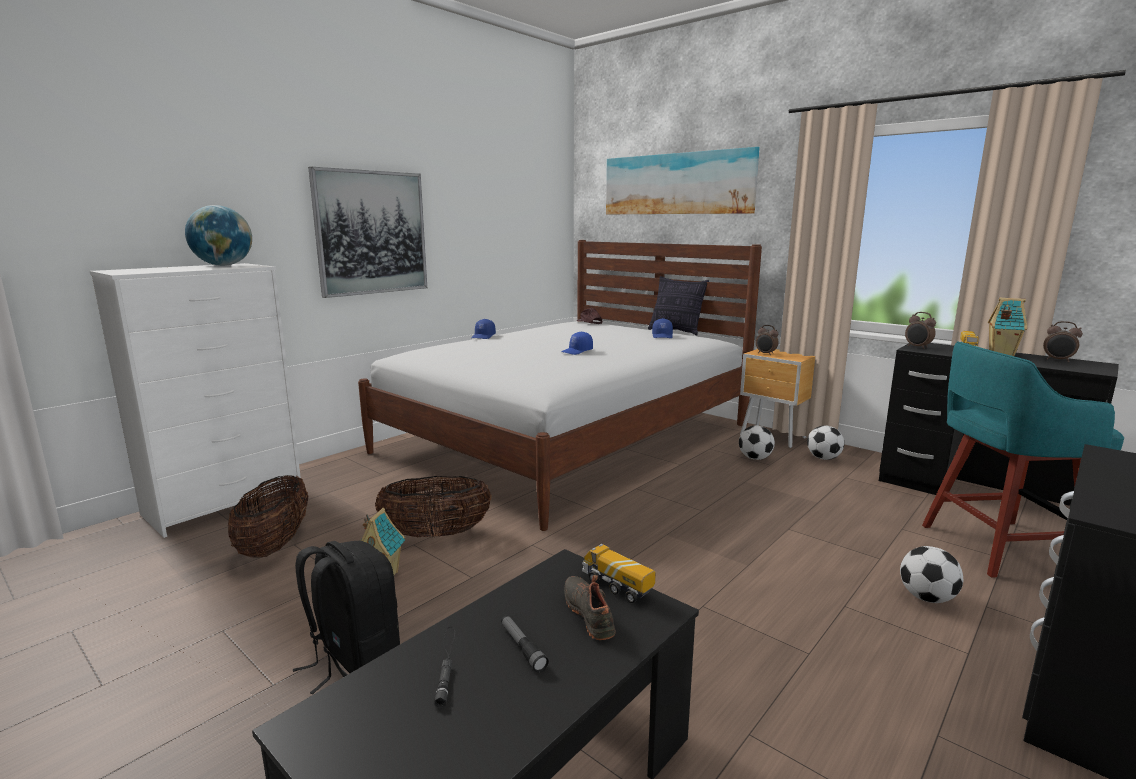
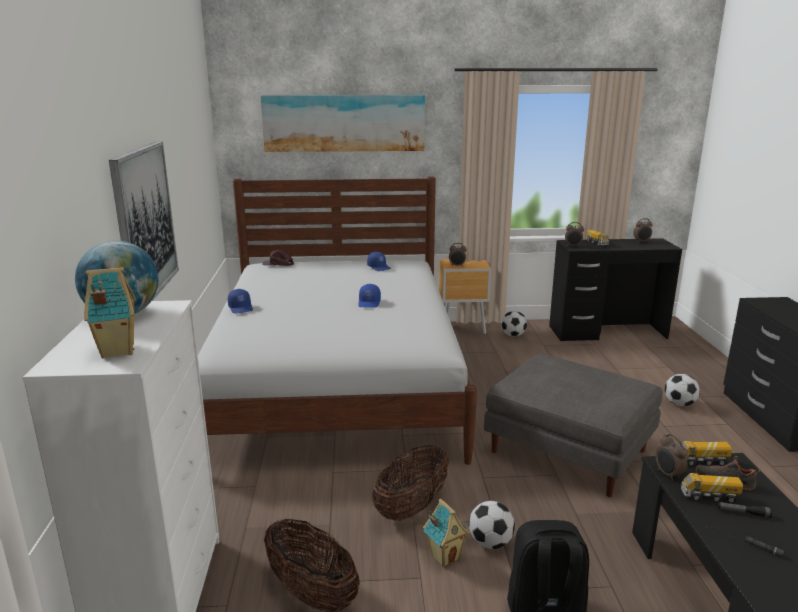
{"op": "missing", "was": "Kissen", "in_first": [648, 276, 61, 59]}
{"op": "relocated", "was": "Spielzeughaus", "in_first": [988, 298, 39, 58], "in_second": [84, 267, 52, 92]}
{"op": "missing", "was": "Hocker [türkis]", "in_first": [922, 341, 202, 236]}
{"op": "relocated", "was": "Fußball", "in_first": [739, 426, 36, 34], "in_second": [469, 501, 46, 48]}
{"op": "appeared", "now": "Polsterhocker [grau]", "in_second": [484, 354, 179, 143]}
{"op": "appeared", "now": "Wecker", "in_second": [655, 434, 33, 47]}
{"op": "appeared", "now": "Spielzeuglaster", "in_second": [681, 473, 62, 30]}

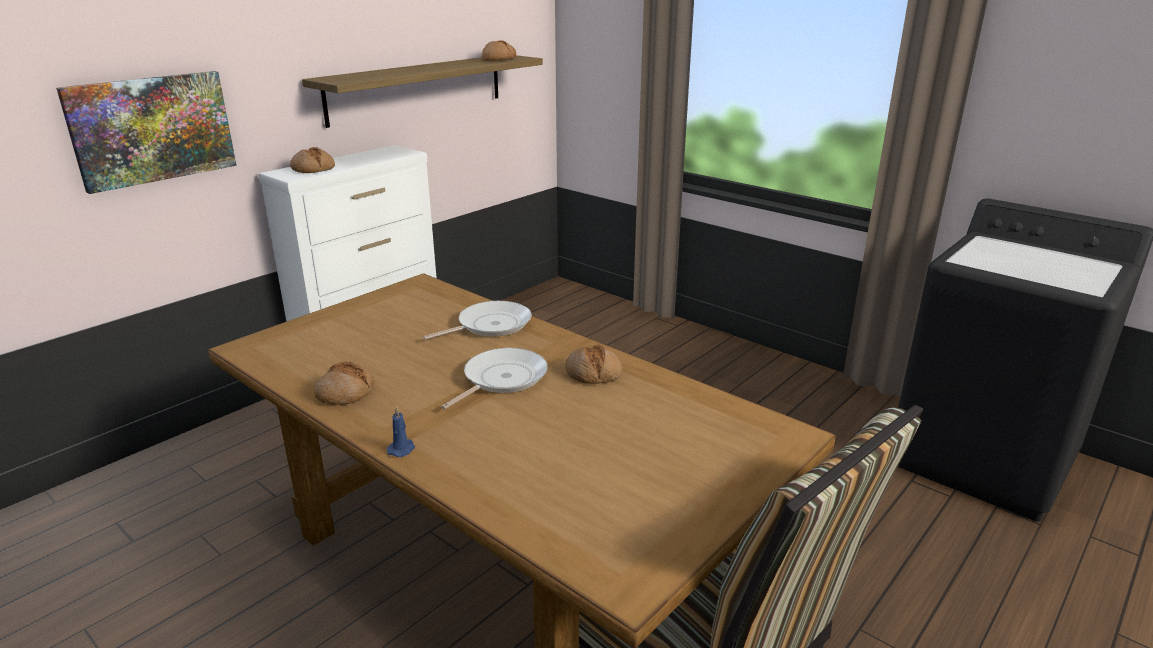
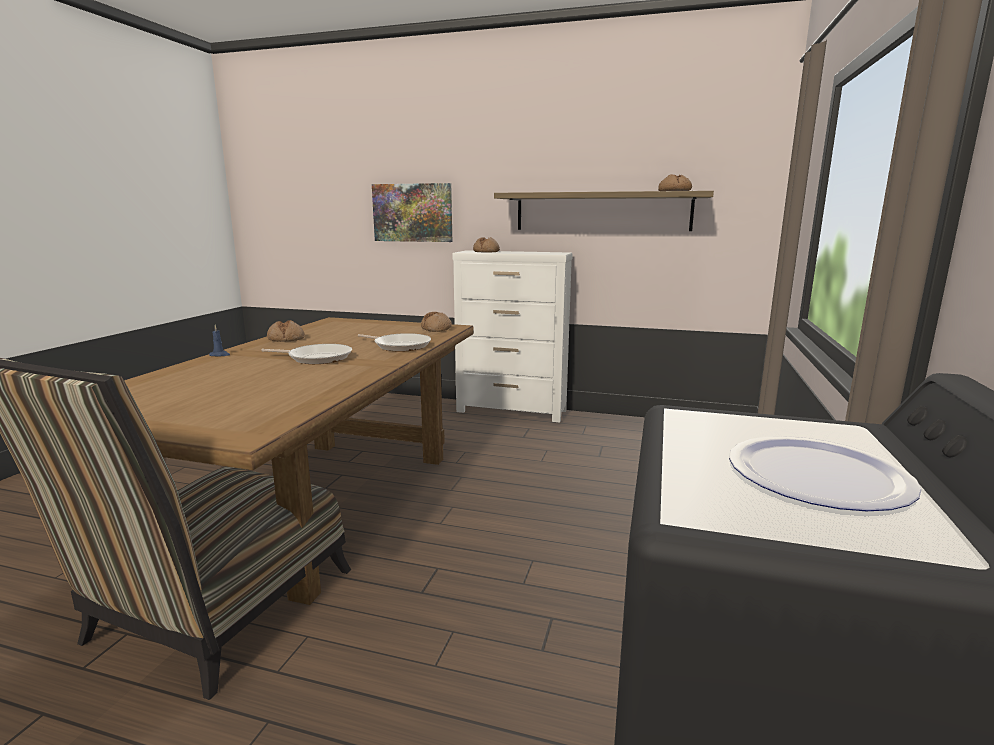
{"op": "relocated", "was": "Brot", "in_first": [565, 344, 57, 40], "in_second": [421, 312, 31, 20]}
{"op": "appeared", "now": "Teller", "in_second": [729, 436, 193, 75]}

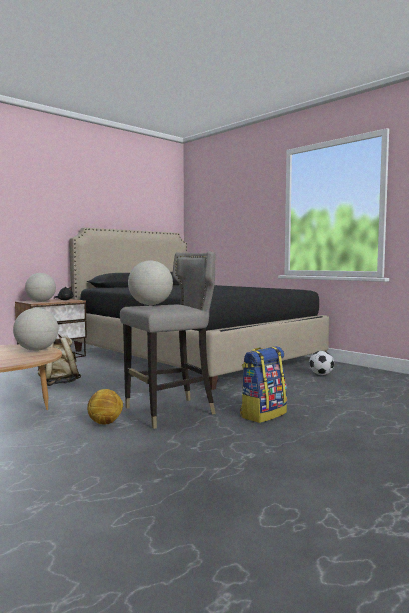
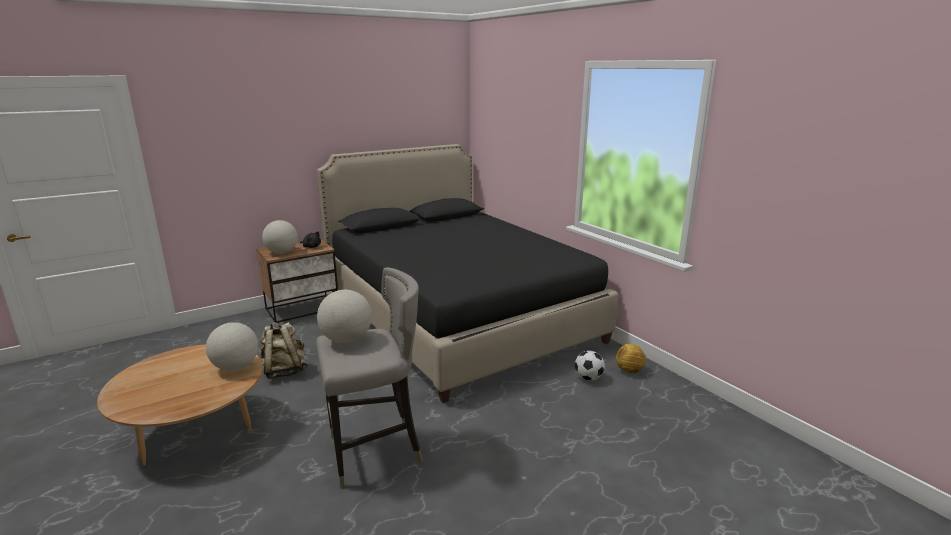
{"op": "missing", "was": "Rucksack", "in_first": [240, 346, 47, 77]}
{"op": "relocated", "was": "Fußball", "in_first": [87, 389, 37, 36], "in_second": [616, 344, 31, 29]}

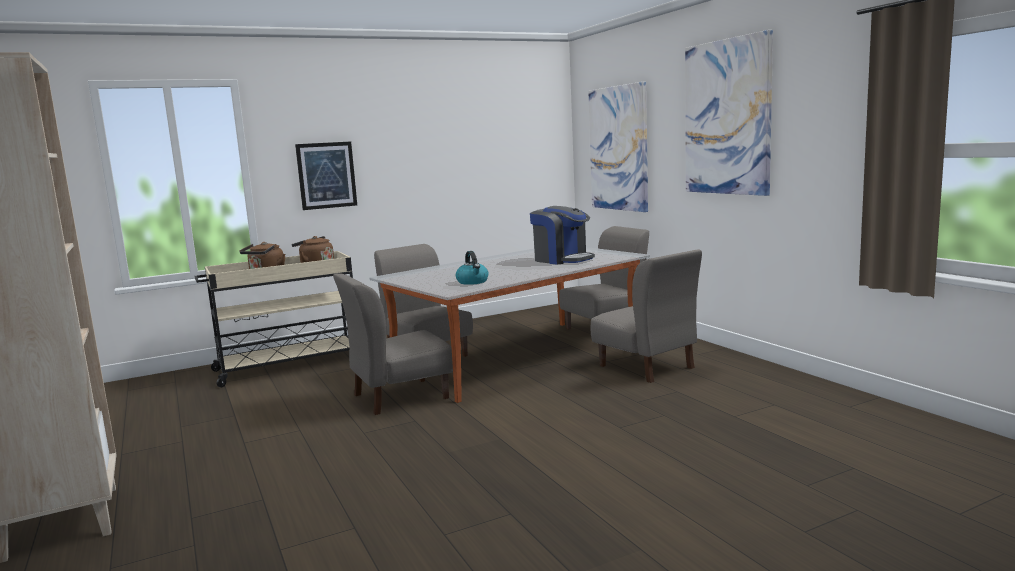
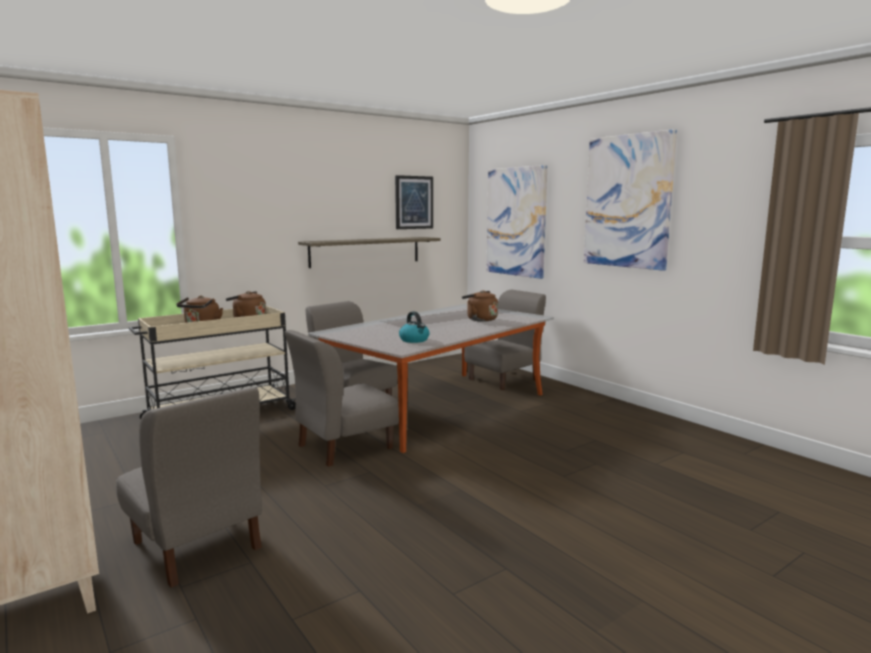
{"op": "relocated", "was": "Bild", "in_first": [295, 142, 62, 68], "in_second": [395, 175, 38, 54]}
{"op": "exchanged", "was": "Kaffeemaschine", "now": "Wasserkessel [braun]", "in_first": [530, 206, 65, 59], "in_second": [462, 290, 36, 32]}
{"op": "relocated", "was": "Stuhl [grau]", "in_first": [591, 250, 111, 133], "in_second": [116, 387, 146, 201]}
{"op": "appeared", "now": "Wandregal", "in_second": [298, 237, 143, 31]}

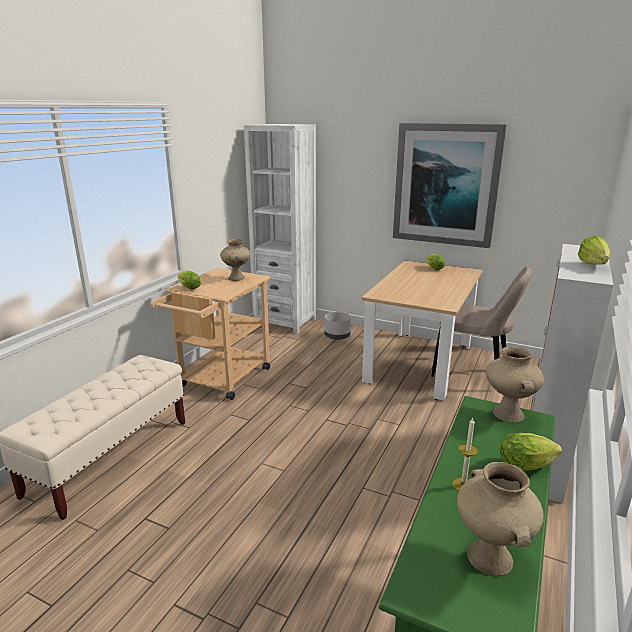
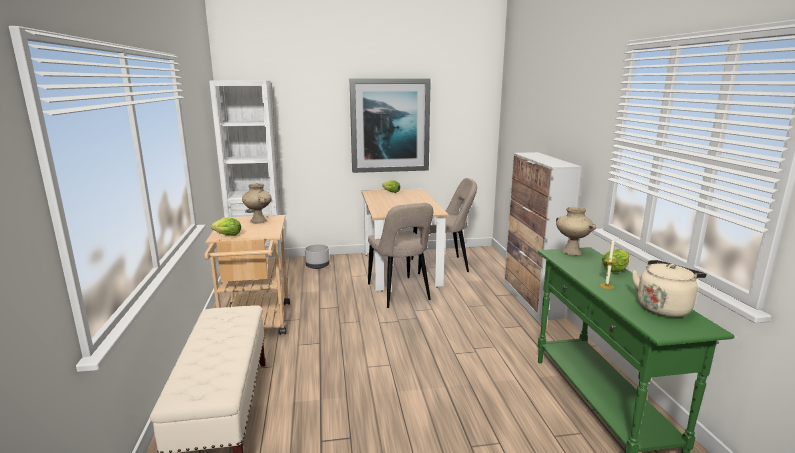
{"op": "missing", "was": "Salatkopf", "in_first": [578, 235, 33, 30]}
{"op": "exchanged", "was": "Vase [beige]", "now": "Wasserkessel [beige]", "in_first": [457, 462, 87, 114], "in_second": [632, 260, 75, 57]}
{"op": "appeared", "now": "Stuhl [beige]", "in_second": [368, 203, 65, 105]}

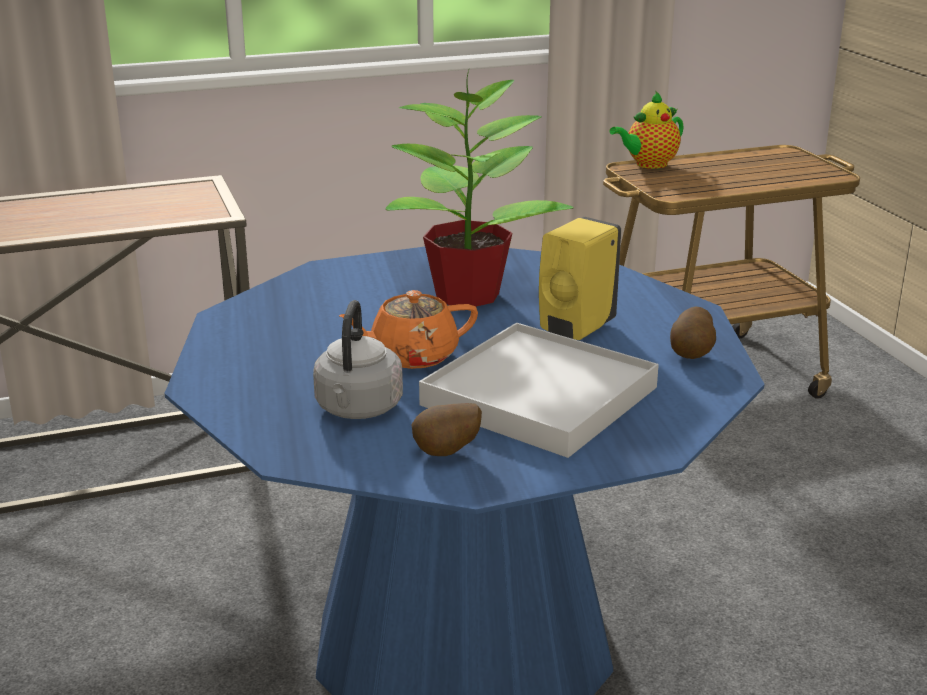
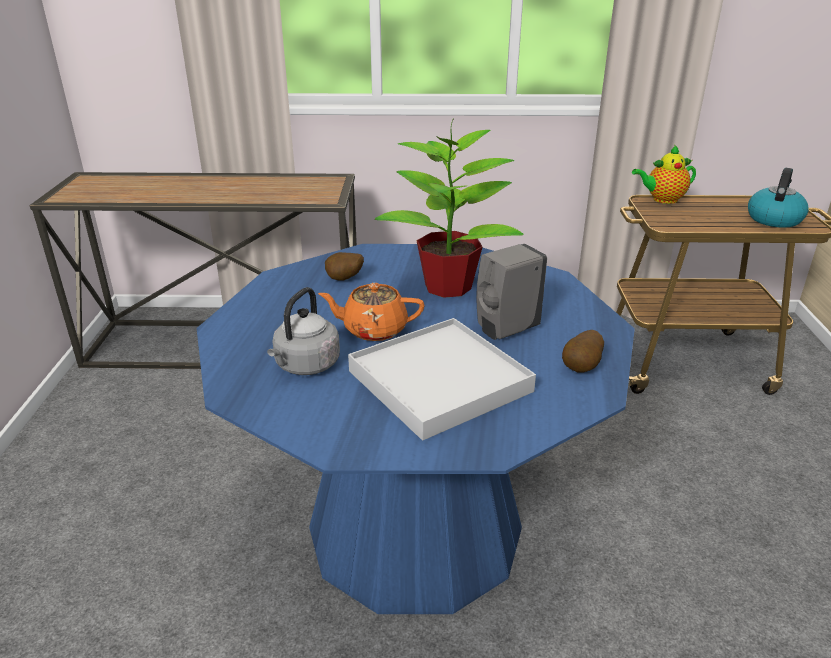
{"op": "colour", "was": "Seifenspender [gelb]", "now": "Seifenspender [grau]", "in_first": [539, 217, 82, 123], "in_second": [476, 244, 71, 96]}
{"op": "relocated", "was": "Kartoffel", "in_first": [411, 403, 71, 53], "in_second": [325, 252, 39, 29]}
{"op": "appeared", "now": "Wasserkessel", "in_second": [748, 168, 61, 60]}

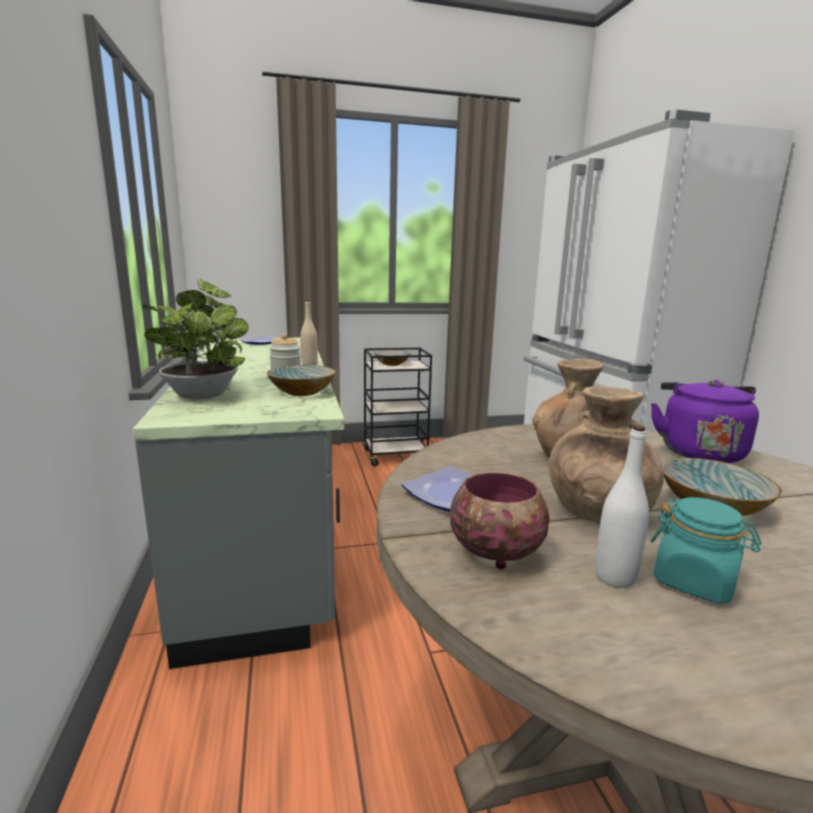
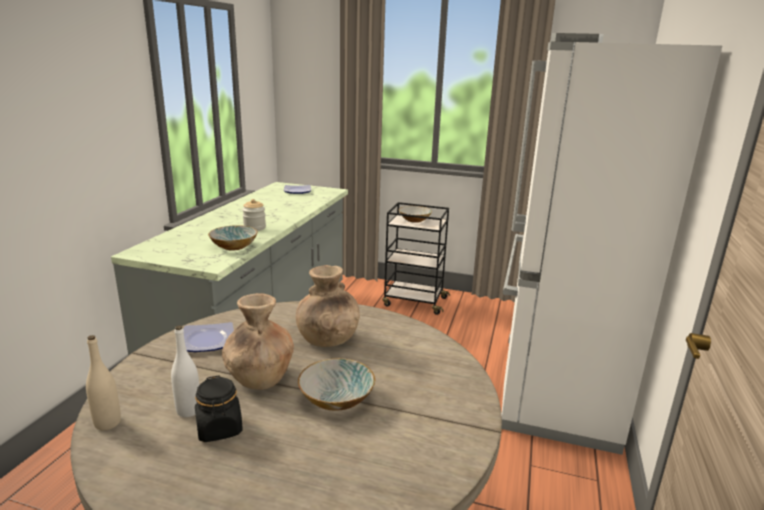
{"op": "missing", "was": "Topfpflanze", "in_first": [142, 279, 107, 121]}
{"op": "relocated", "was": "Flasche [beige]", "in_first": [300, 300, 18, 65], "in_second": [86, 335, 35, 95]}
{"op": "missing", "was": "Wasserkessel [lila]", "in_first": [651, 380, 108, 83]}
{"op": "missing", "was": "Schüssel", "in_first": [450, 472, 100, 97]}
{"op": "colour", "was": "Vorratsglas [türkis]", "now": "Vorratsglas [schwarz]", "in_first": [651, 497, 110, 107], "in_second": [195, 375, 48, 67]}

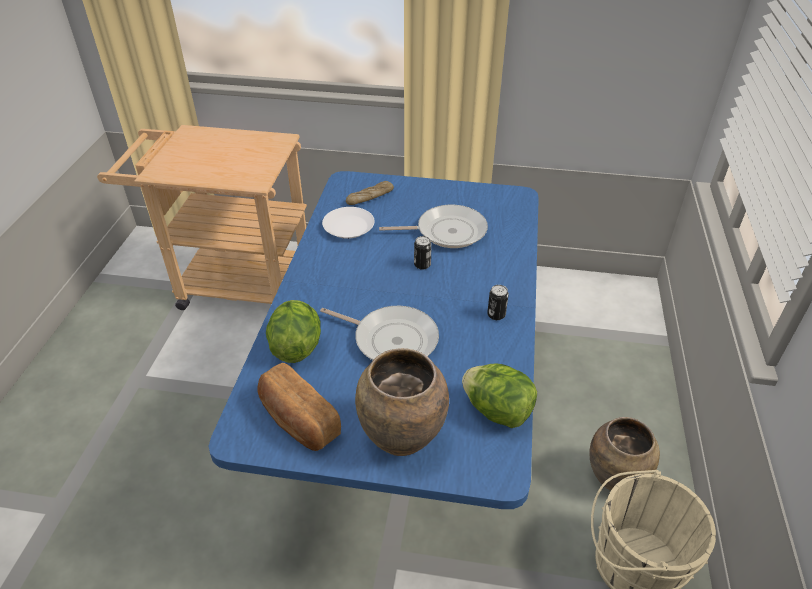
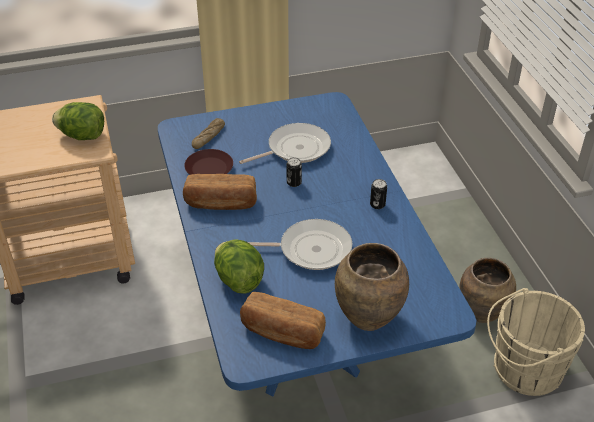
{"op": "colour", "was": "Teller [weiß]", "now": "Teller [braun]", "in_first": [322, 207, 53, 32], "in_second": [184, 149, 49, 26]}
{"op": "relocated", "was": "Salatkopf", "in_first": [462, 363, 75, 65], "in_second": [52, 102, 52, 38]}
{"op": "appeared", "now": "Brot", "in_second": [183, 174, 74, 36]}

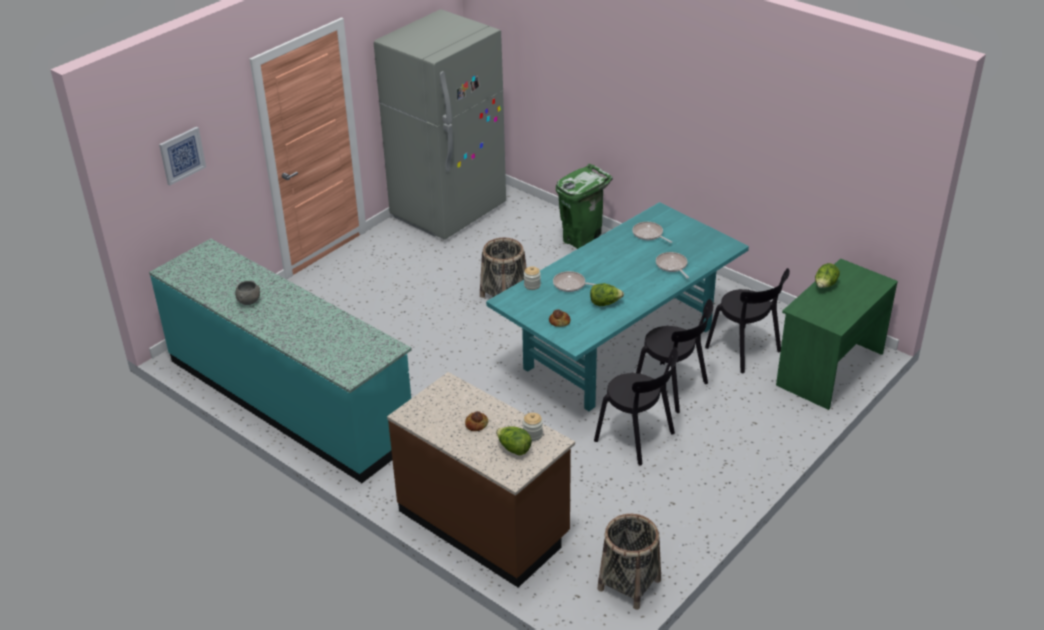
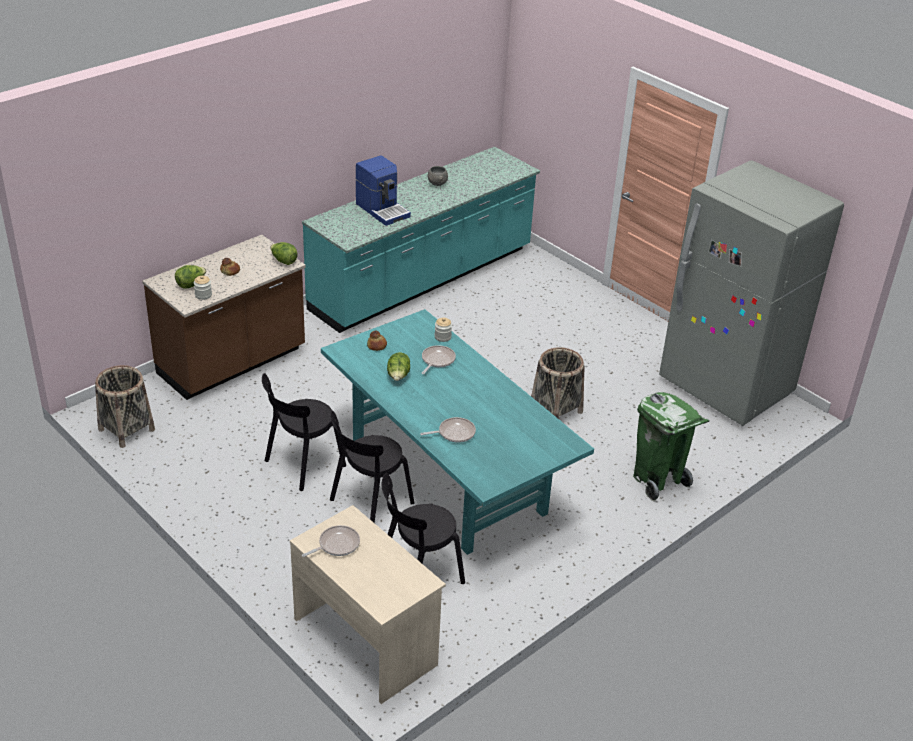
{"op": "missing", "was": "Bild", "in_first": [159, 126, 47, 59]}
{"op": "relocated", "was": "Pfanne", "in_first": [632, 222, 40, 21], "in_second": [302, 525, 58, 32]}
{"op": "colour", "was": "Schreibtisch [grün]", "now": "Schreibtisch [beige]", "in_first": [776, 258, 122, 152], "in_second": [290, 505, 156, 199]}
{"op": "relocated", "was": "Salatkopf", "in_first": [815, 263, 25, 25], "in_second": [270, 242, 28, 23]}
{"op": "appeared", "now": "Kaffeemaschine", "in_second": [355, 155, 56, 71]}

